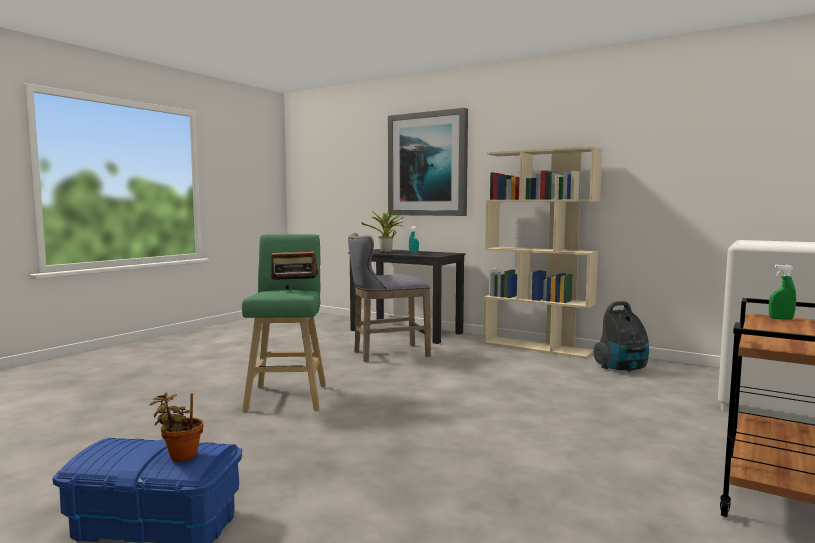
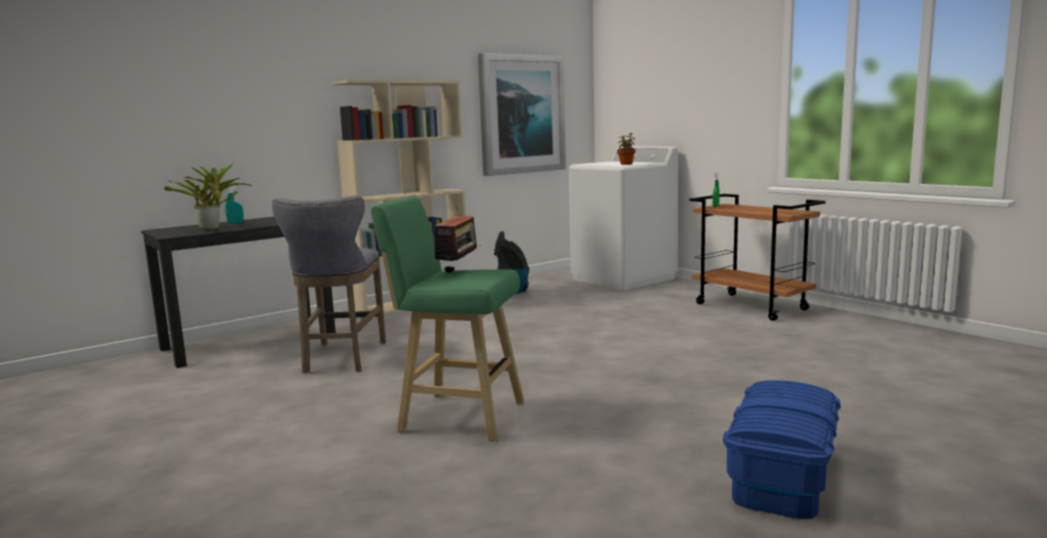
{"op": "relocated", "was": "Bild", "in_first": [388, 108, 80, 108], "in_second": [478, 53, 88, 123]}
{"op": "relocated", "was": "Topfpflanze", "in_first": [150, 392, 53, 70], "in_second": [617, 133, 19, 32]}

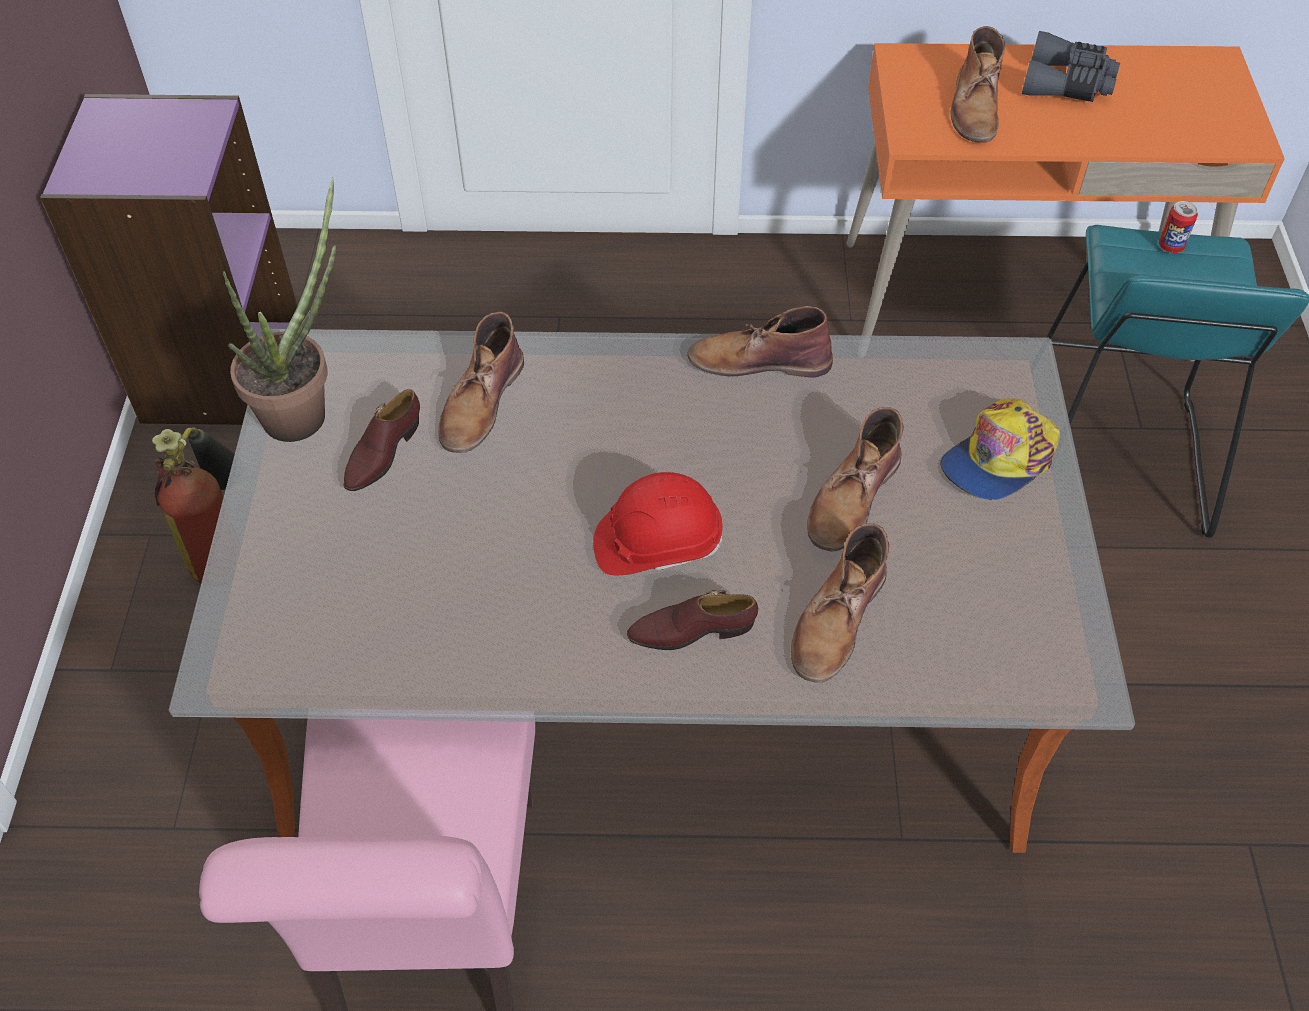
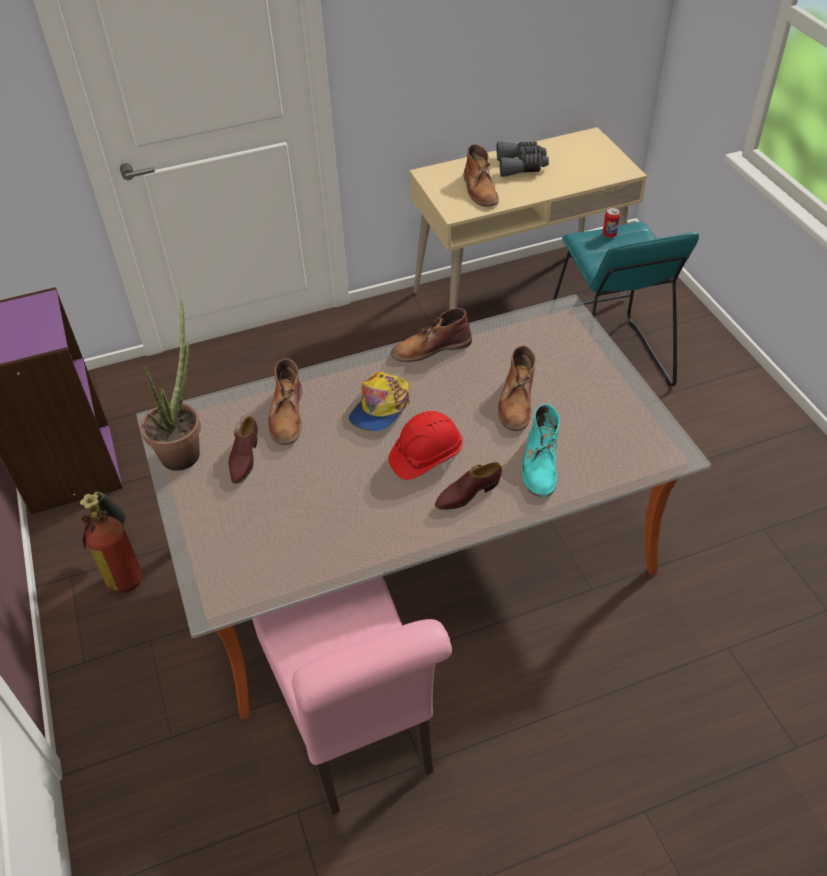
{"op": "colour", "was": "Schreibtisch [orange]", "now": "Schreibtisch [beige]", "in_first": [847, 43, 438, 319], "in_second": [409, 127, 238, 183]}
{"op": "relocated", "was": "Kappe", "in_first": [940, 399, 120, 101], "in_second": [349, 371, 60, 60]}
{"op": "colour", "was": "Stiefel [braun]", "now": "Stiefel [türkis]", "in_first": [791, 523, 98, 160], "in_second": [521, 404, 39, 93]}

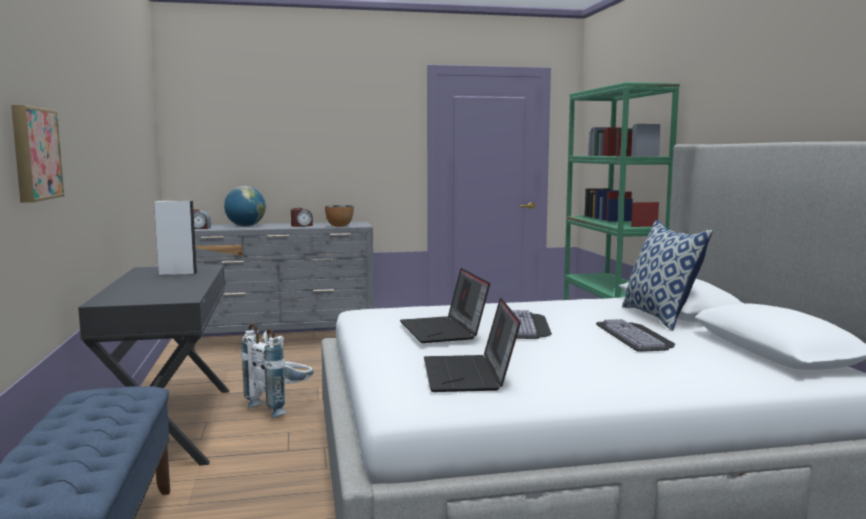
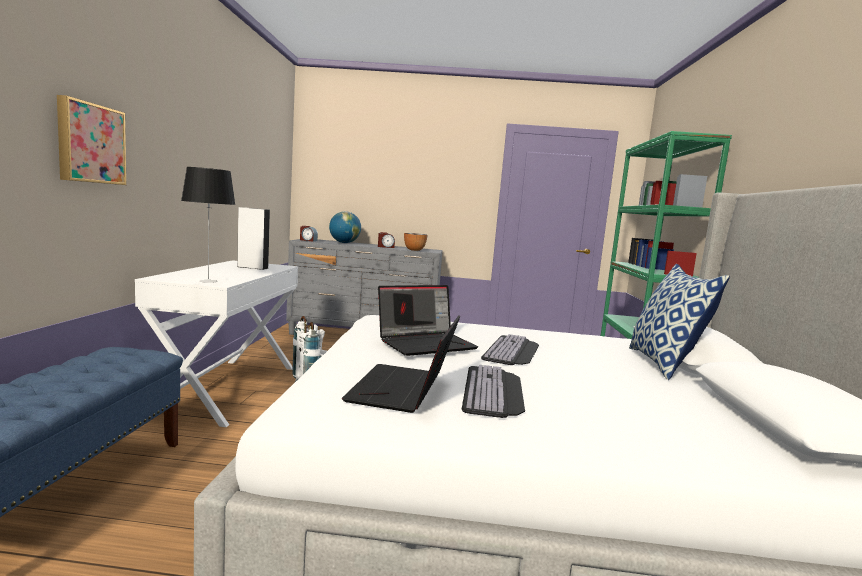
{"op": "colour", "was": "Schreibtisch [schwarz]", "now": "Schreibtisch [weiß]", "in_first": [78, 265, 152, 200], "in_second": [135, 260, 163, 167]}
{"op": "spun", "was": "Laptop", "in_first": [400, 268, 90, 75], "in_second": [378, 285, 100, 71], "clockwise": -120}
{"op": "relocated", "was": "Tastatur", "in_first": [596, 319, 79, 33], "in_second": [462, 365, 63, 53]}
{"op": "appeared", "now": "Tischlampe", "in_second": [181, 167, 54, 116]}

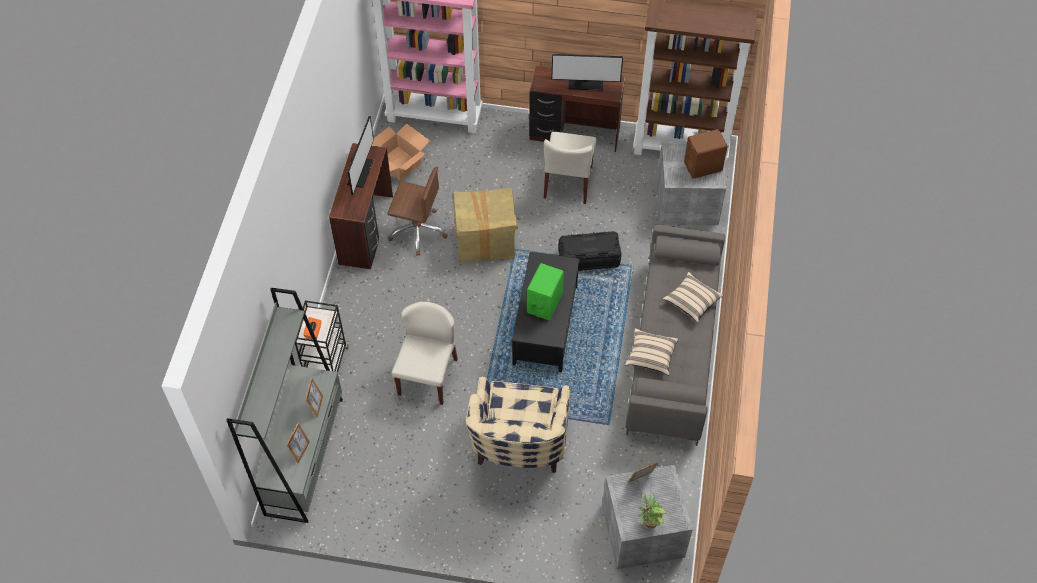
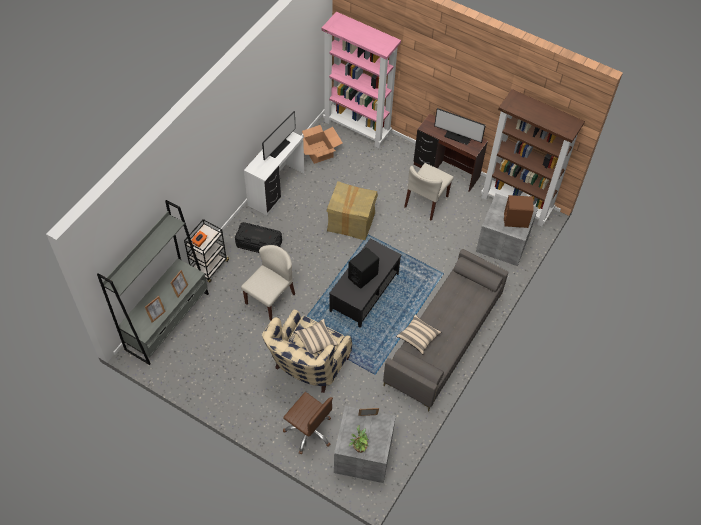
{"op": "colour", "was": "Schreibtisch [braun]", "now": "Schreibtisch [weiß]", "in_first": [329, 143, 64, 126], "in_second": [244, 132, 60, 83]}
{"op": "relocated", "was": "Bürostuhl [braun]", "in_first": [387, 166, 61, 90], "in_second": [283, 392, 50, 62]}
{"op": "relocated", "was": "Aufbewahrungsbox [schwarz]", "in_first": [558, 231, 64, 40], "in_second": [235, 222, 47, 31]}
{"op": "colour", "was": "Lautsprecher [grün]", "now": "Lautsprecher [schwarz]", "in_first": [527, 263, 37, 57], "in_second": [348, 247, 31, 42]}
{"op": "relocated", "was": "Kissen [beige]", "in_first": [663, 272, 60, 51], "in_second": [294, 319, 44, 36]}

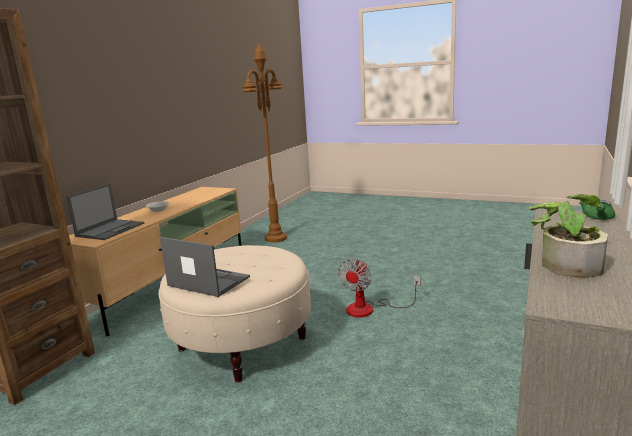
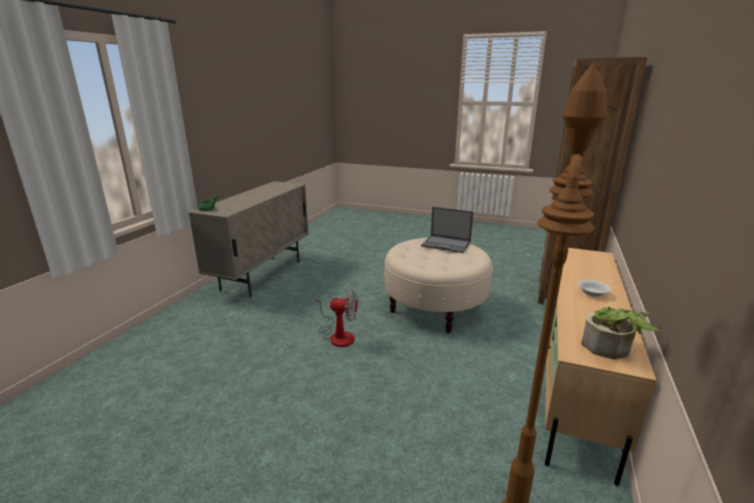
{"op": "missing", "was": "Laptop", "in_first": [66, 184, 78, 56]}
{"op": "relocated", "was": "Topfpflanze", "in_first": [529, 194, 79, 84], "in_second": [581, 307, 78, 52]}
{"op": "spun", "was": "Ventilator", "in_first": [338, 258, 82, 59], "in_second": [315, 290, 43, 57], "clockwise": 75}

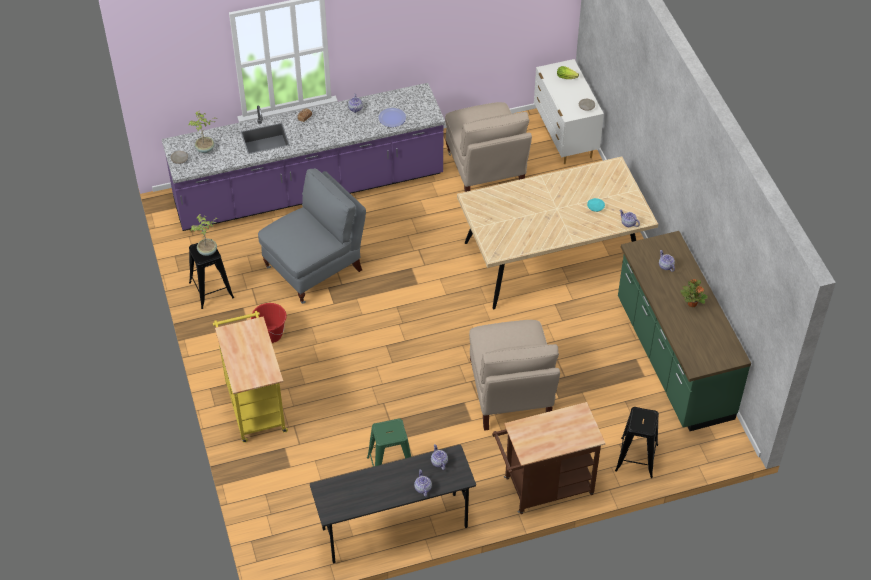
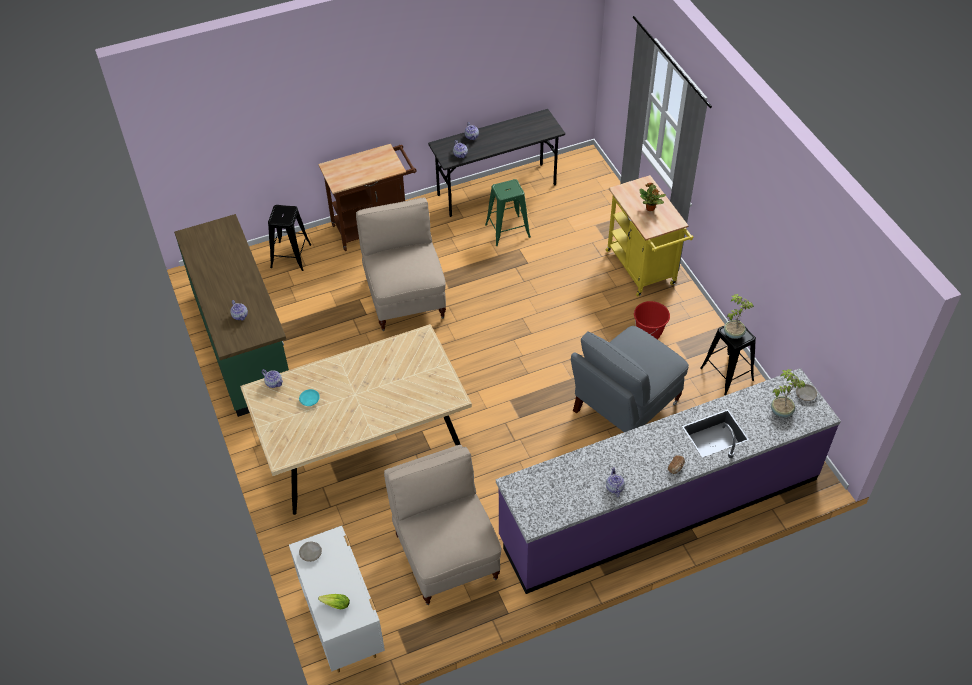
{"op": "missing", "was": "Teller", "in_first": [378, 108, 28, 19]}
{"op": "relocated", "was": "Topfpflanze", "in_first": [680, 279, 28, 28], "in_second": [639, 182, 27, 29]}

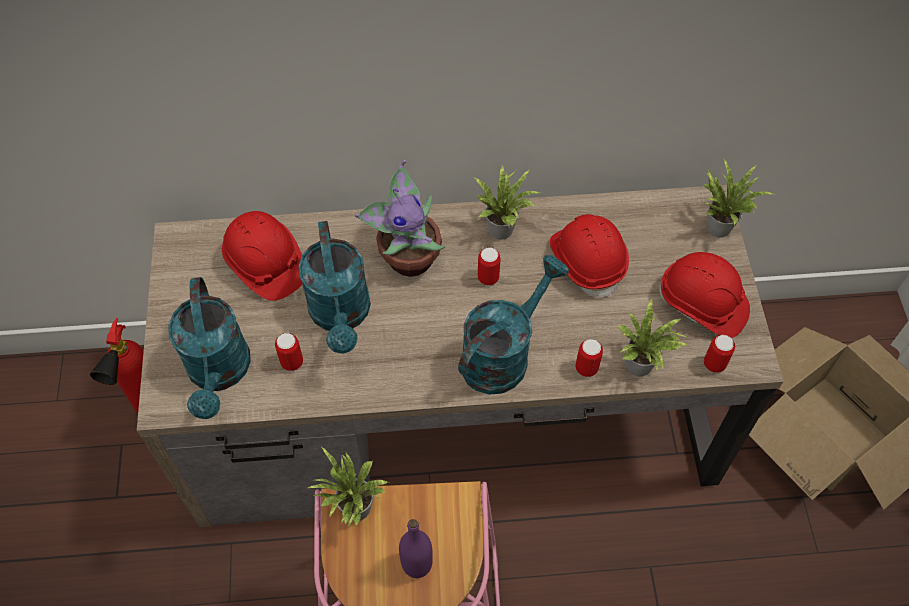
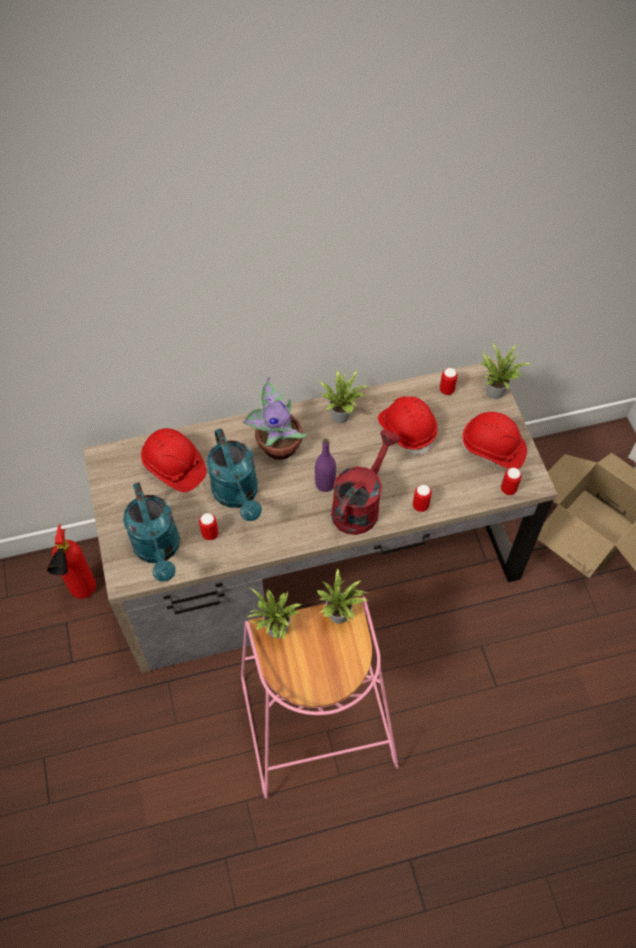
{"op": "relocated", "was": "Dose", "in_first": [478, 247, 23, 38], "in_second": [440, 368, 18, 27]}
{"op": "colour", "was": "Gießkanne [türkis]", "now": "Gießkanne [rot]", "in_first": [458, 255, 111, 140], "in_second": [331, 430, 69, 105]}
{"op": "relocated", "was": "Topfpflanze", "in_first": [618, 299, 71, 78], "in_second": [317, 568, 51, 56]}
{"op": "relocated", "was": "Flasche [lila]", "in_first": [399, 519, 34, 59], "in_second": [315, 438, 21, 54]}

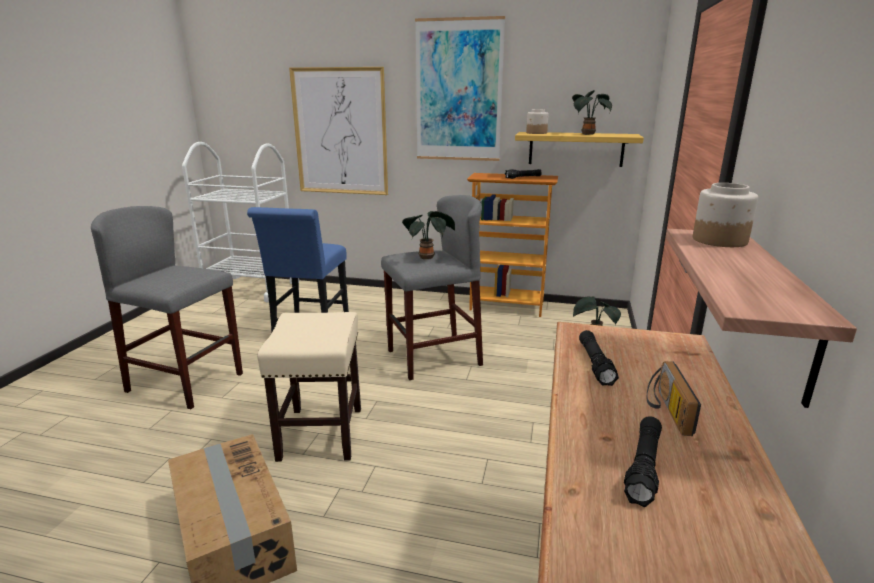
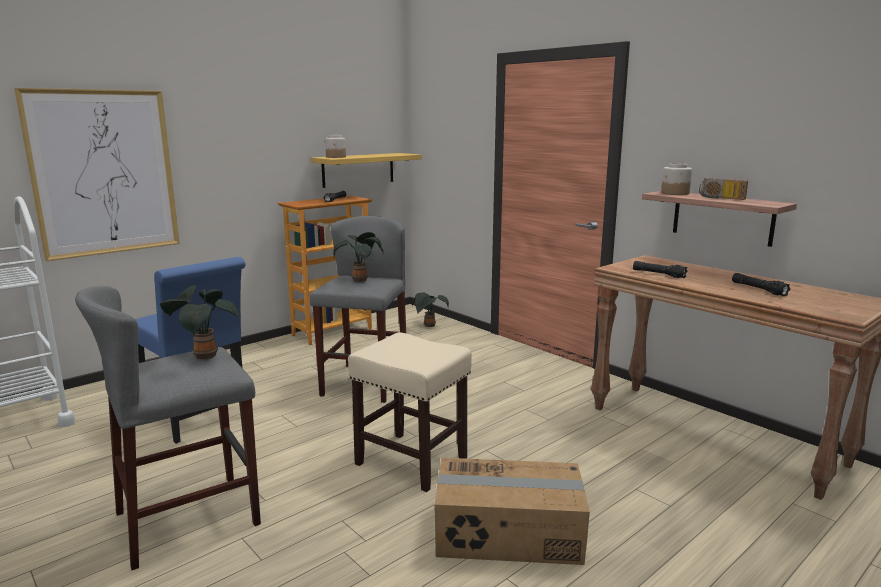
{"op": "missing", "was": "Bild", "in_first": [415, 16, 90, 145]}
{"op": "relocated", "was": "Topfpflanze", "in_first": [572, 90, 40, 45], "in_second": [160, 285, 79, 76]}
{"op": "relocated", "was": "Radio", "in_first": [646, 361, 55, 75], "in_second": [699, 178, 49, 22]}

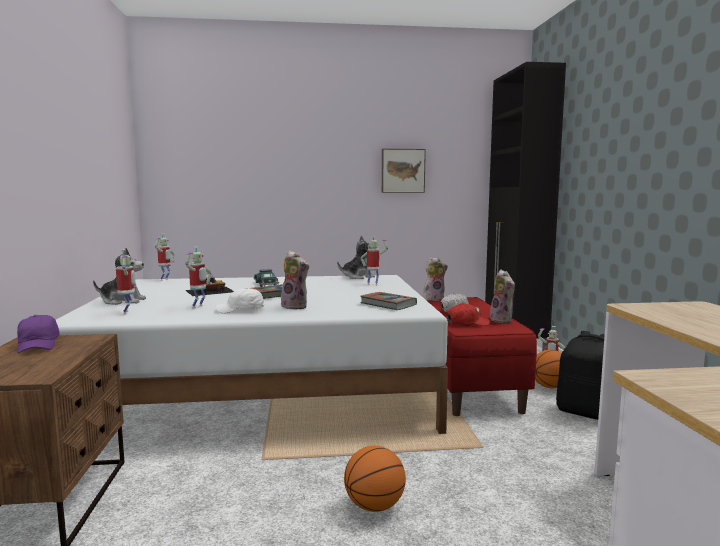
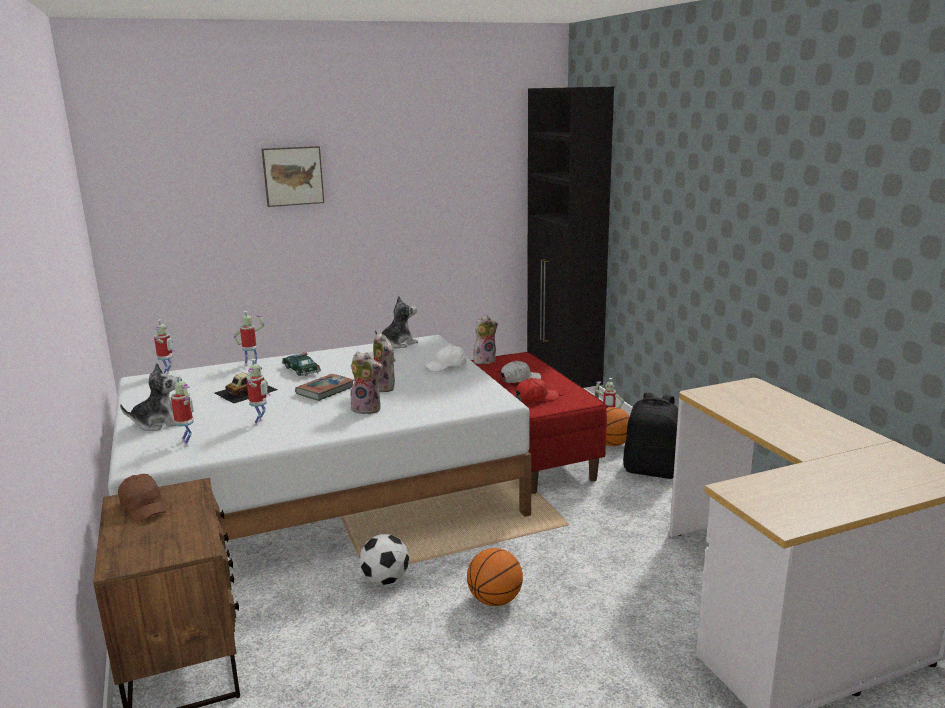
{"op": "relocated", "was": "Bild", "in_first": [382, 149, 44, 44], "in_second": [262, 146, 62, 61]}
{"op": "relocated", "was": "Spielzeugroboter", "in_first": [360, 236, 28, 49], "in_second": [233, 311, 31, 55]}
{"op": "relocated", "was": "Plüschtier", "in_first": [490, 270, 25, 53], "in_second": [373, 332, 22, 60]}
{"op": "relocated", "was": "Kappe [weiß]", "in_first": [216, 288, 48, 26], "in_second": [425, 346, 42, 26]}
{"op": "missing", "was": "Buch", "in_first": [360, 292, 57, 18]}
{"op": "colour", "was": "Kappe [lila]", "now": "Kappe [braun]", "in_first": [17, 315, 43, 38], "in_second": [118, 474, 49, 48]}
{"op": "appeared", "now": "Fußball", "in_second": [359, 534, 50, 51]}

